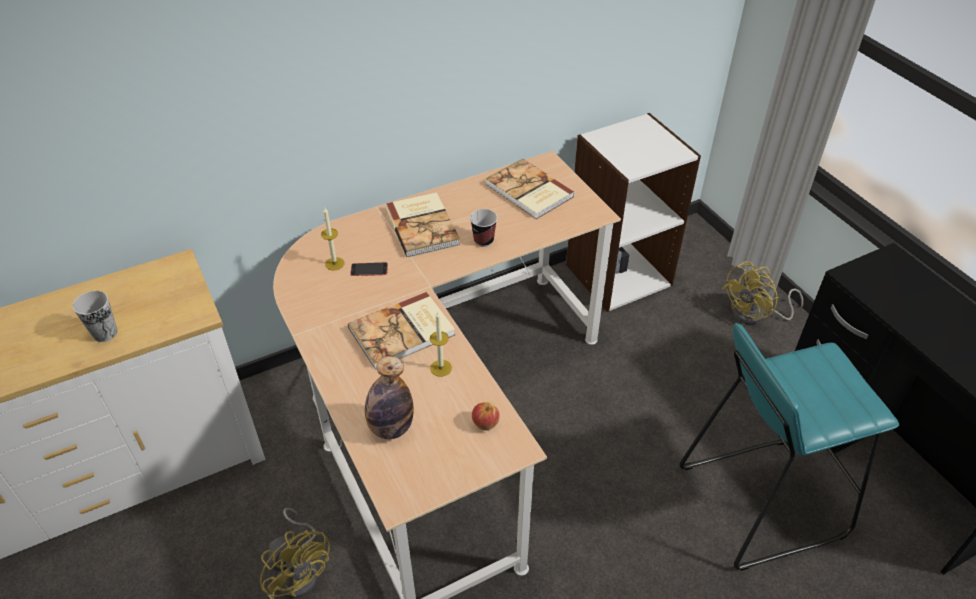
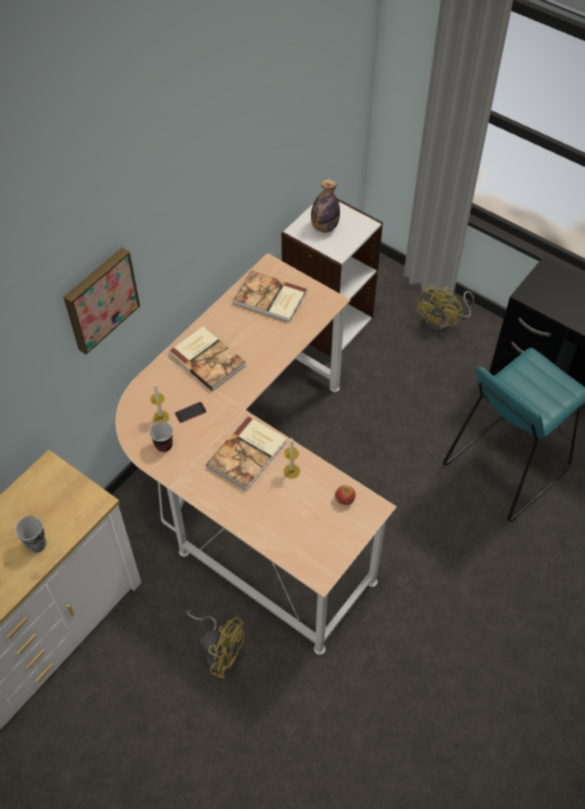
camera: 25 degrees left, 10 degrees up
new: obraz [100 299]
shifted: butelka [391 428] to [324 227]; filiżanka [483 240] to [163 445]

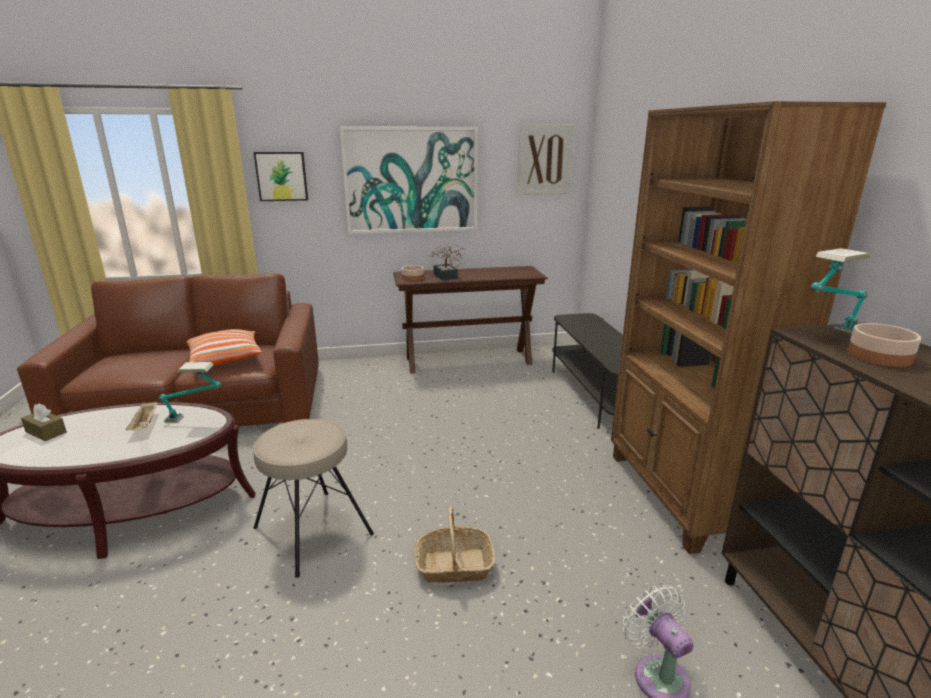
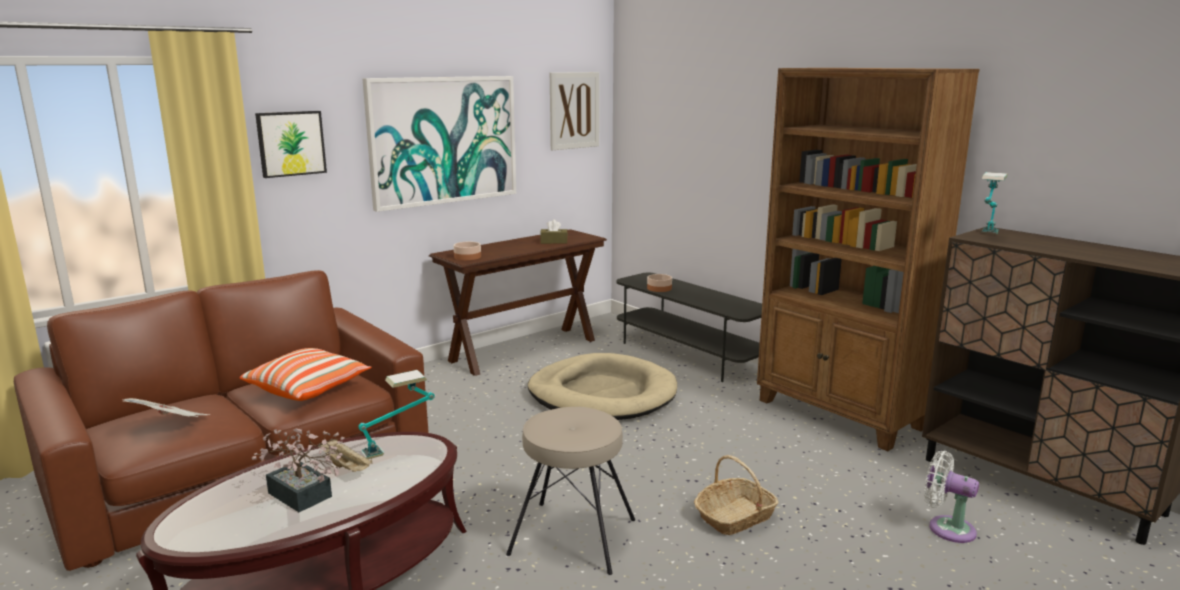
camera: 30 degrees left, 5 degrees down
new: gazeta [170 425]; legowisko [beżowy] [602 394]
shifted: pudełko chusteczek [brązowy] [46 432] to [554 242]; roślina doniczkowa [446 277] to [303 498]; miska [880 356] to [659 288]

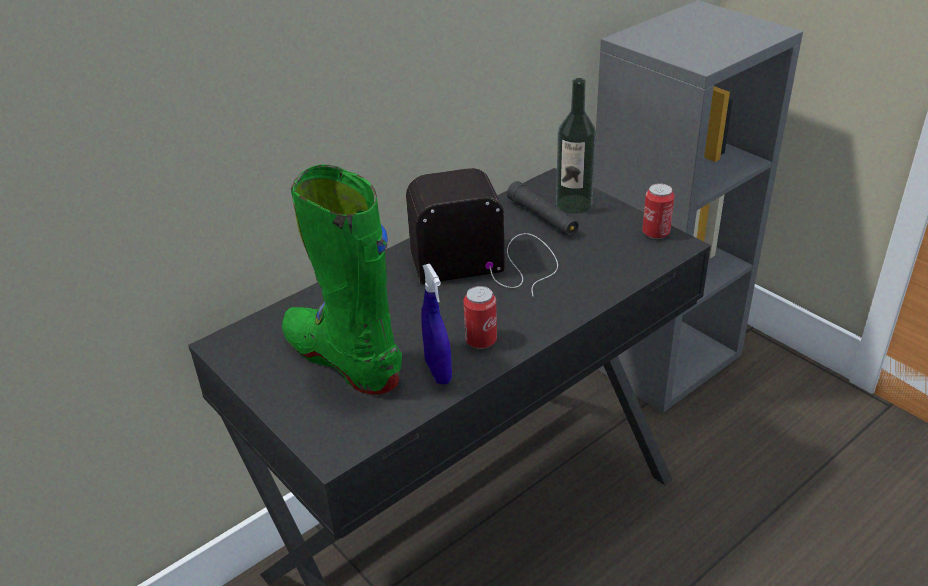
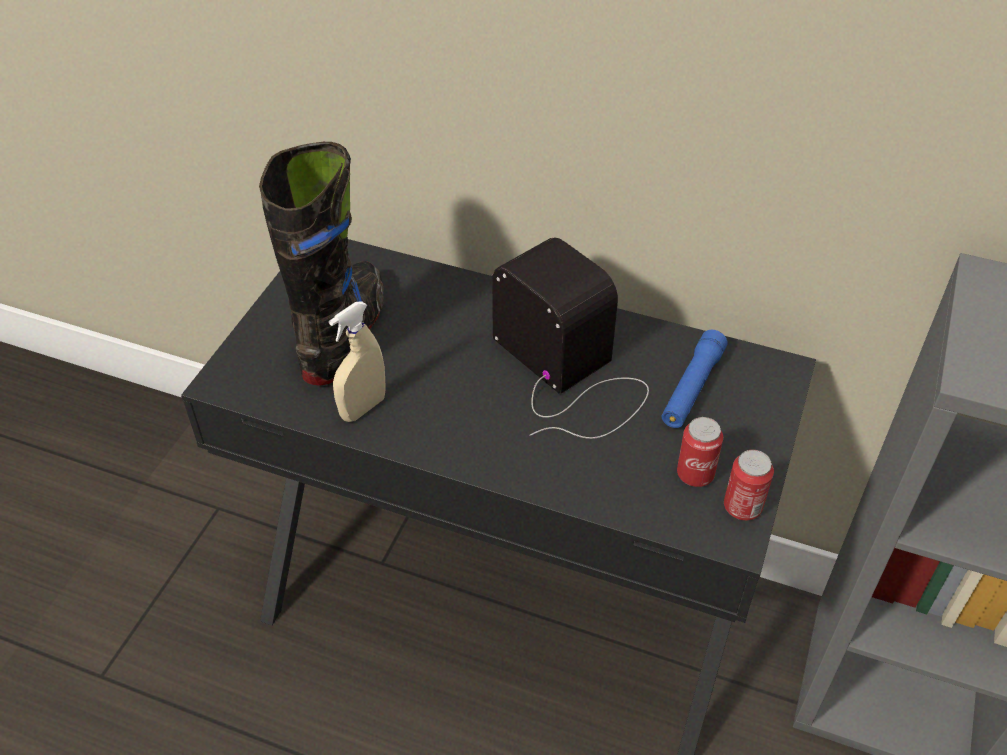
camera: 60 degrees right, 10 degrees up
gone: butelka [574 204]
shifted: puszka [481 340] to [695 474]
repainted: but z cholewką [zielony] [343 360] to but z cholewką [czarny] [344 334]; spryskiwacz [niebieski] [438 371] to spryskiwacz [beżowy] [363 408]; latarka [czarny] [542 217] to latarka [niebieski] [692 388]

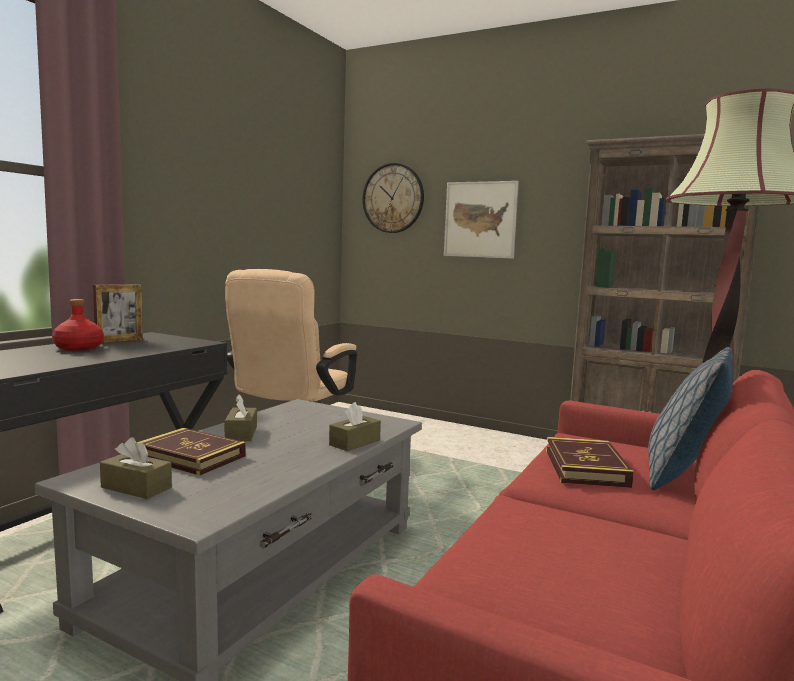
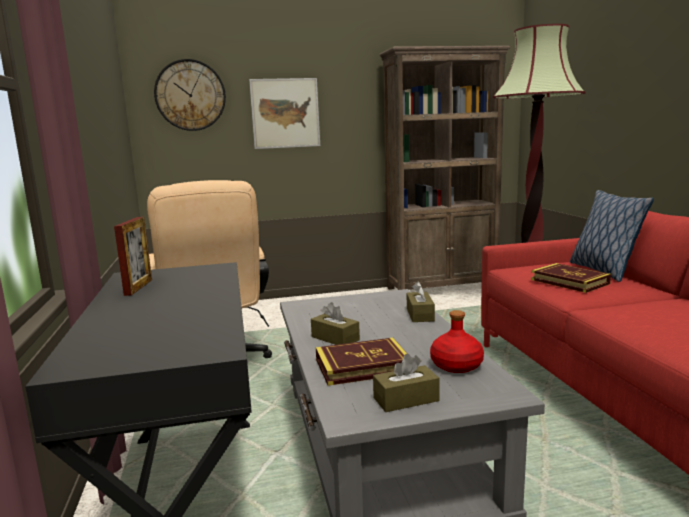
camera: 40 degrees left, 5 degrees up
shifted: butelka [czerwony] [78 348] to [456 365]

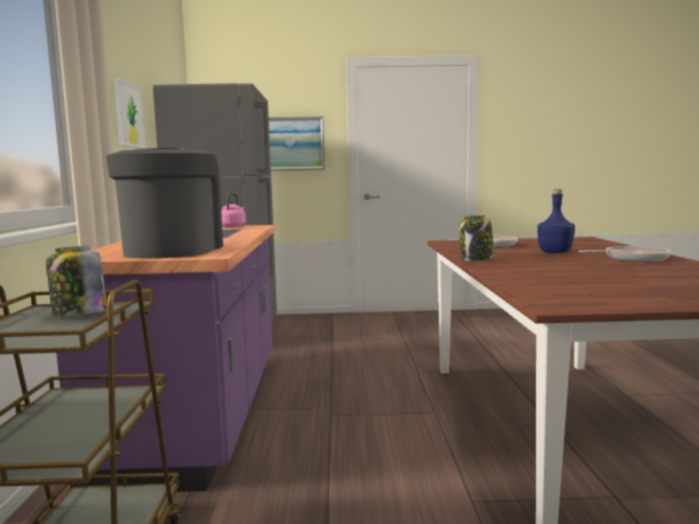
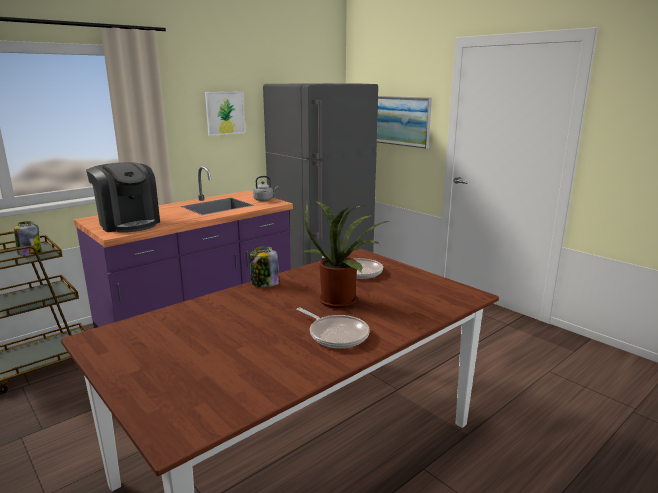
camera: 50 degrees right, 10 degrees up
swapped: butelka [niebieski] [556 252] to roślina doniczkowa [342 300]
repainted: czajnik [różowy] [233 227] to czajnik [szary] [264 200]
rotated: ekspres do kawy [172 251] = [128 223] 90 degrees clockwise

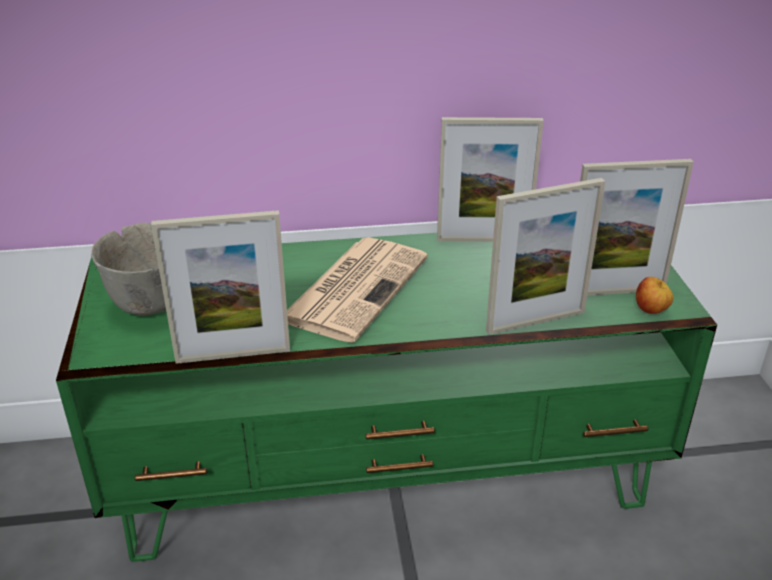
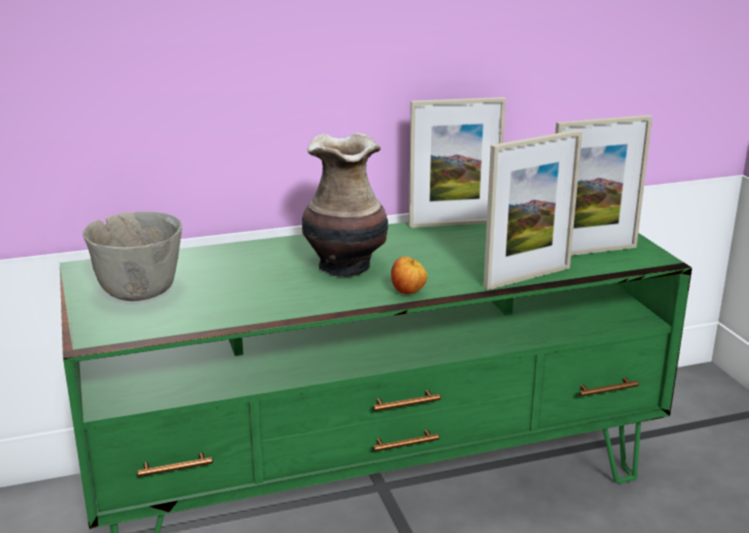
camera: 10 degrees left, 10 degrees down
gone: ramka na zdjęcie [233 355]
shifted: jabłko [651 311] to [408 292]
swapped: gazeta [355 287] to wazon [344 266]

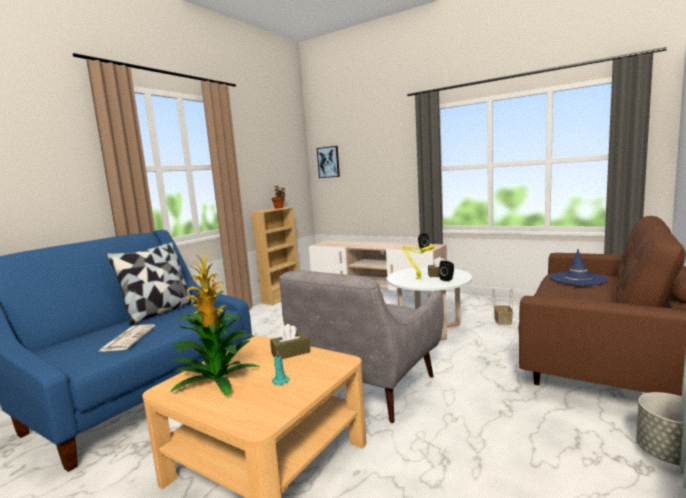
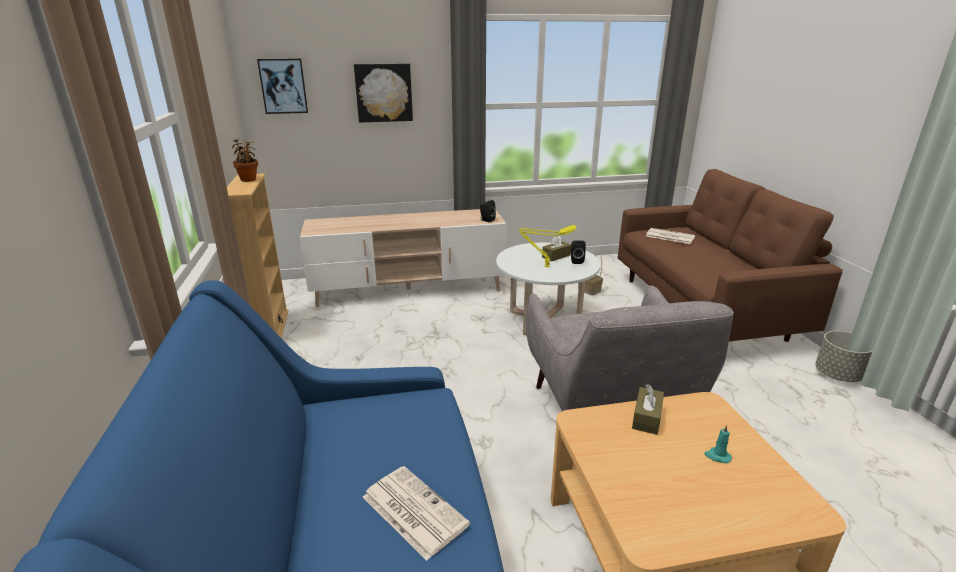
camera: 45 degrees left, 15 degrees up
gone: poduszka [159 312]; roślina doniczkowa [217 378]
new: obraz [383 92]
swapped: kapelusz [niebieski] [578 279] to gazeta [669 236]

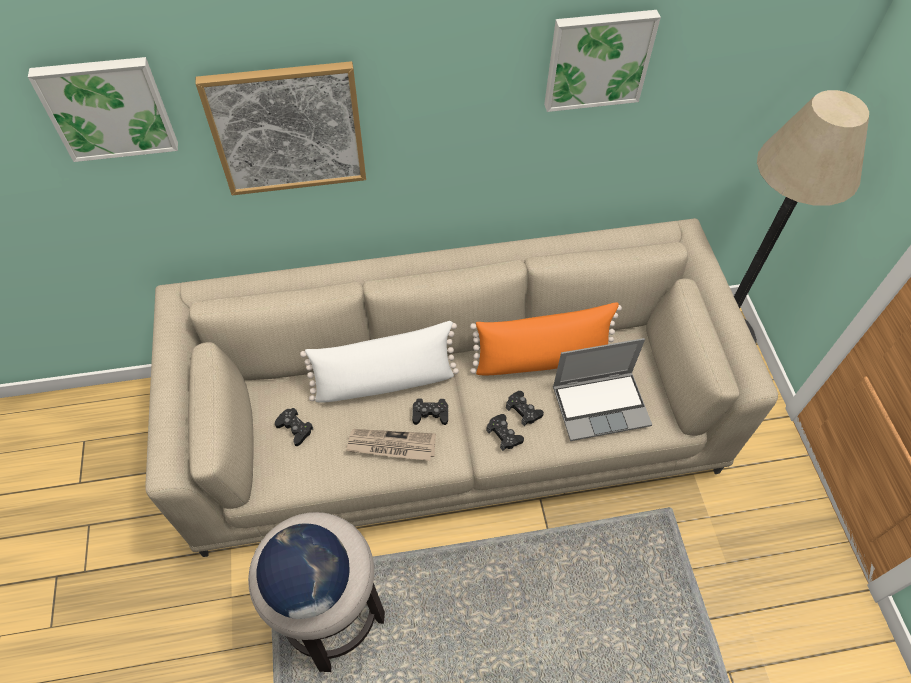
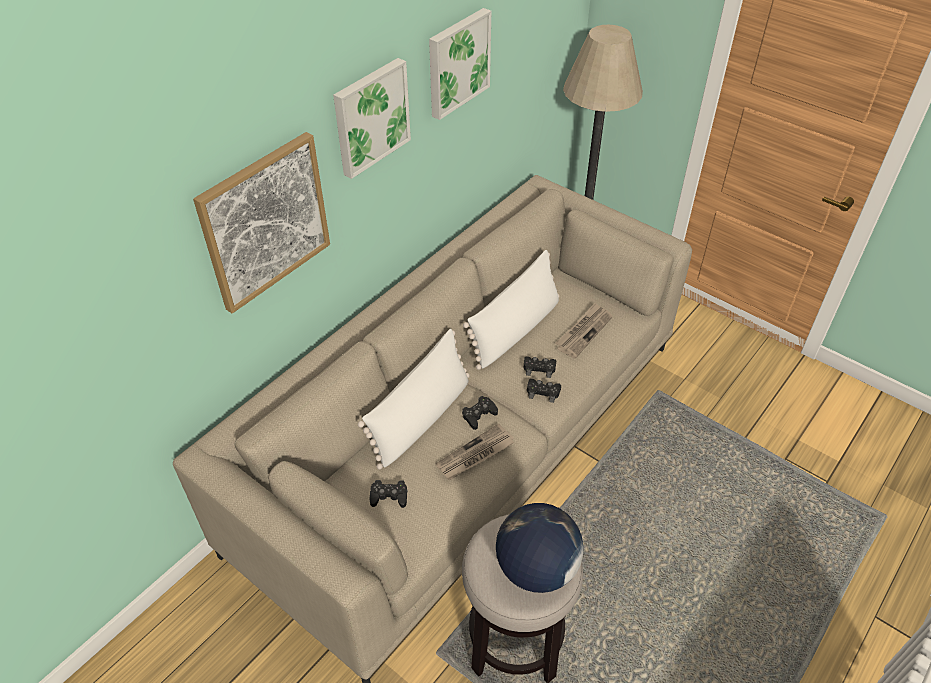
camera: 40 degrees left, 10 degrees down
shifted: obraz [108 107] to [370 116]
swapped: laptop [601 405] to gazeta [583 331]
repainted: poduszka [pomarańczowy] [542 359] to poduszka [biały] [515 329]

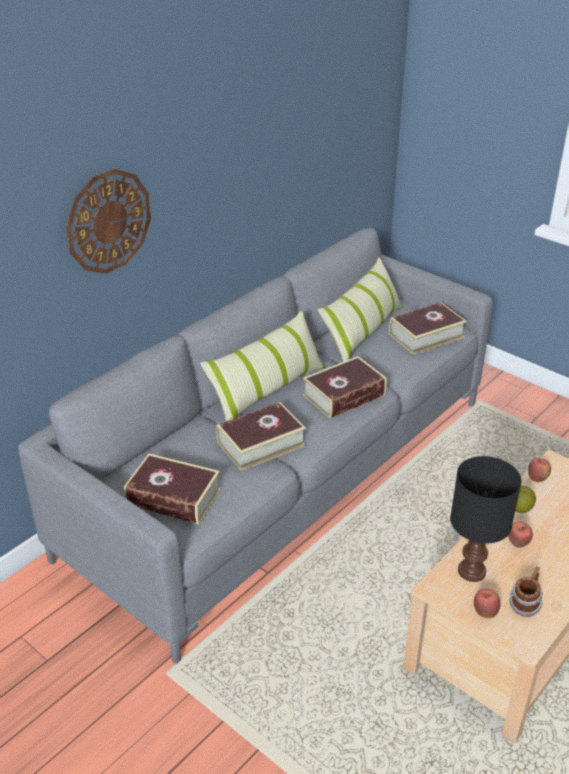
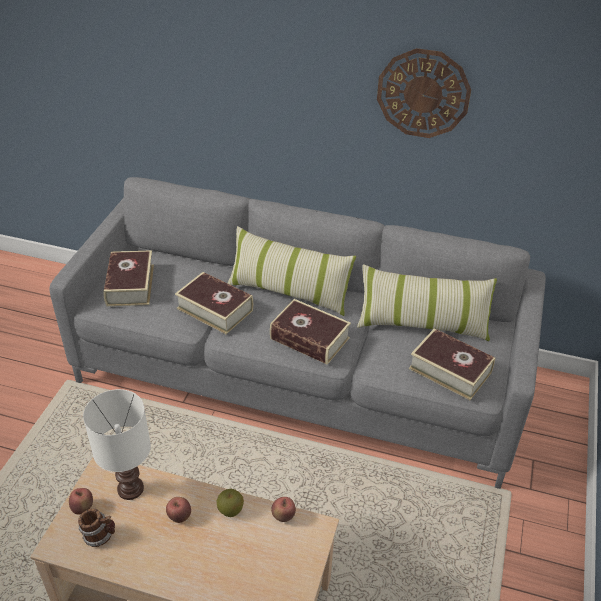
camera: 65 degrees right, 5 degrees up
shifted: zegar ścienny [108 221] to [423 93]
repainted: lampa stołowa [czarny] [472 572] to lampa stołowa [biały] [129 489]

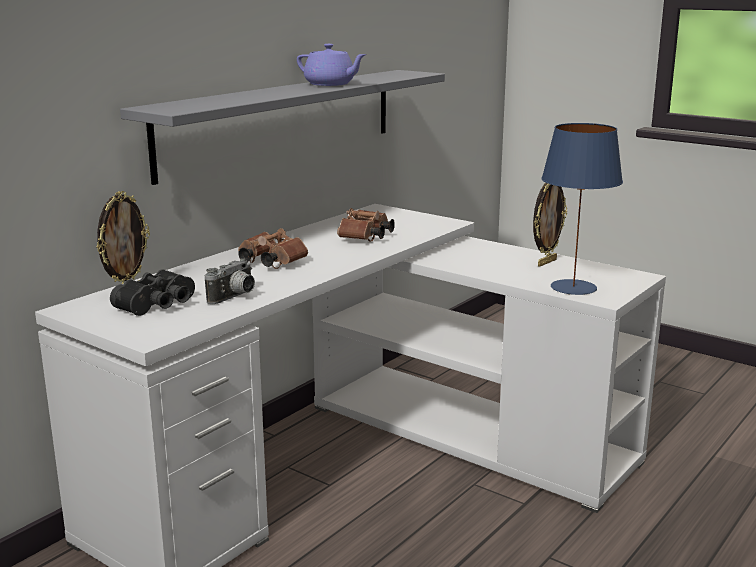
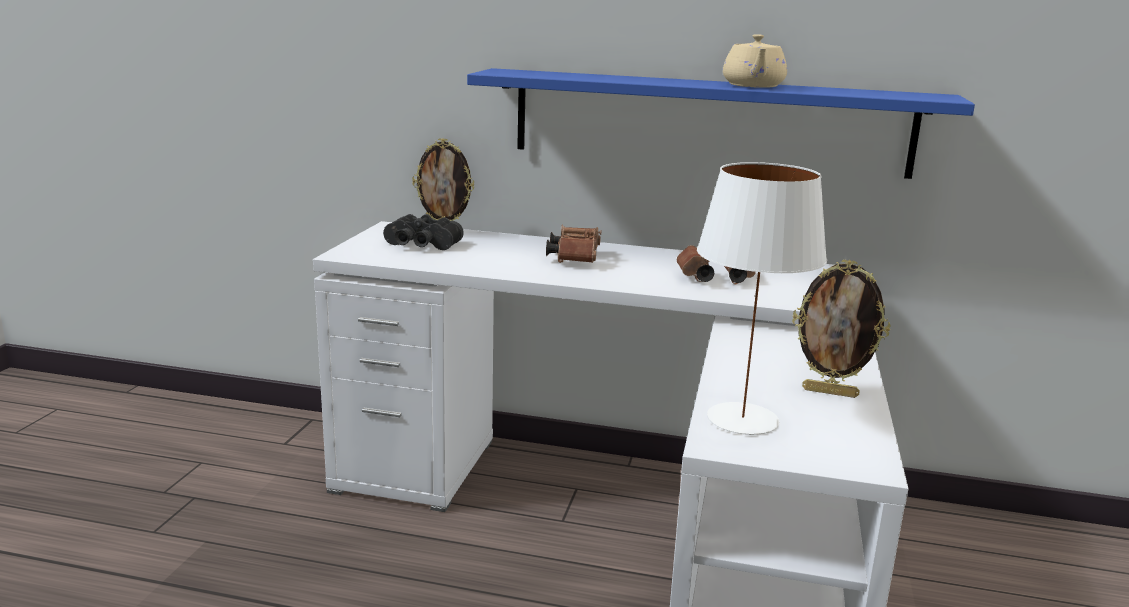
camera: 65 degrees right, 0 degrees up
gone: aparat fotograficzny [235 297]
repainted: półka [szary] [282 121] to półka [niebieski] [709 122]; imbryk [fioletowy] [330 84] to imbryk [beżowy] [753 86]; lampa stołowa [niebieski] [572 287] to lampa stołowa [biały] [742 418]

